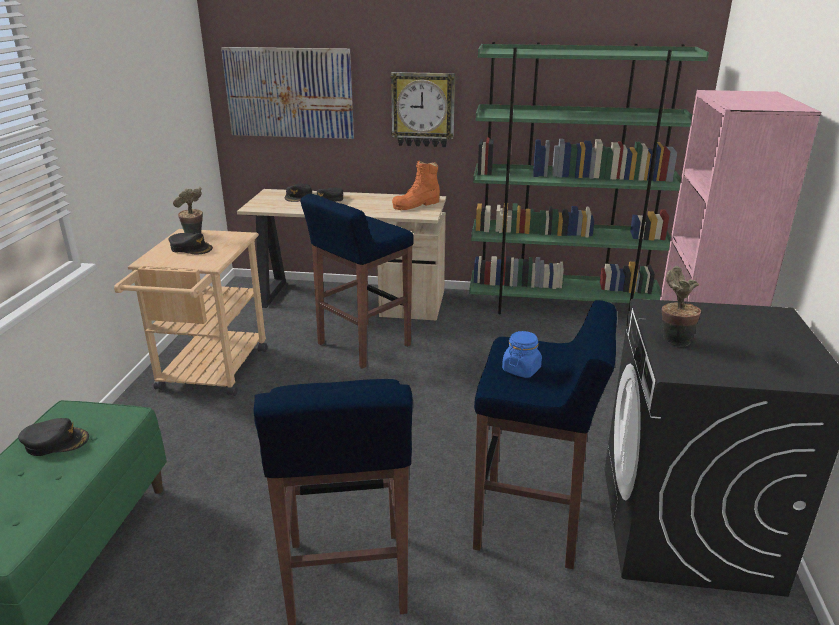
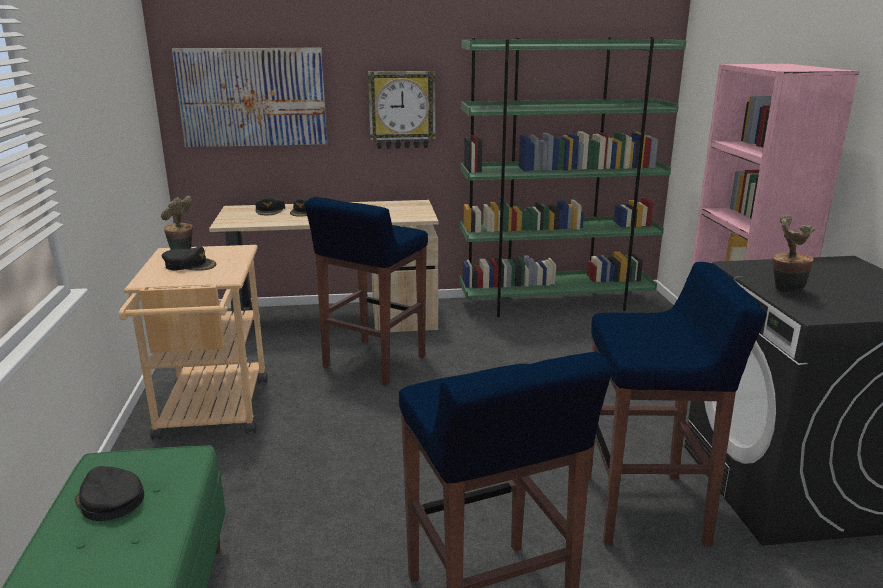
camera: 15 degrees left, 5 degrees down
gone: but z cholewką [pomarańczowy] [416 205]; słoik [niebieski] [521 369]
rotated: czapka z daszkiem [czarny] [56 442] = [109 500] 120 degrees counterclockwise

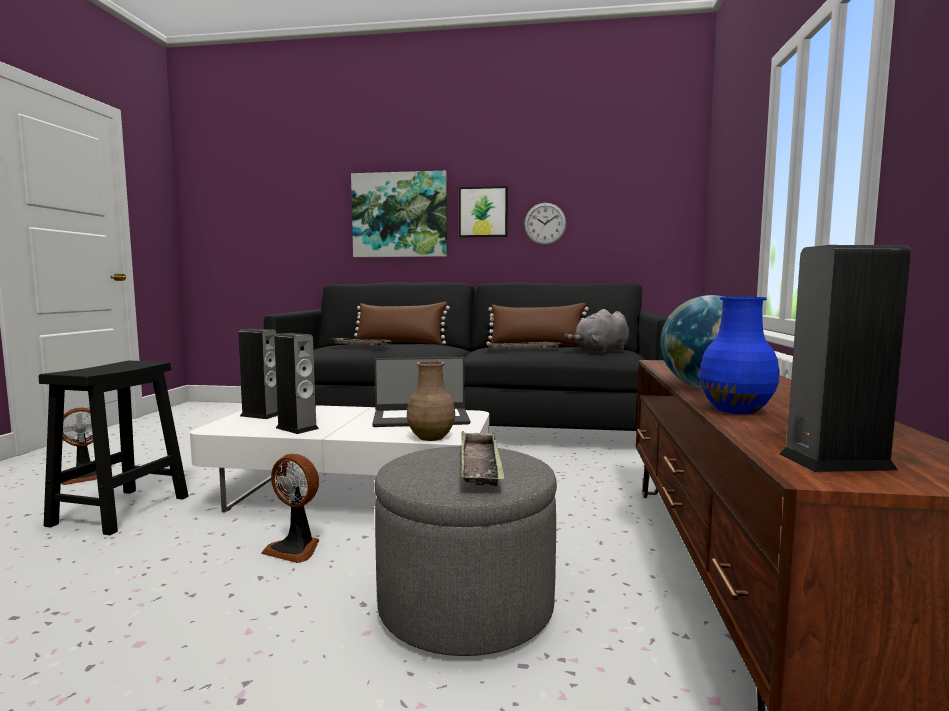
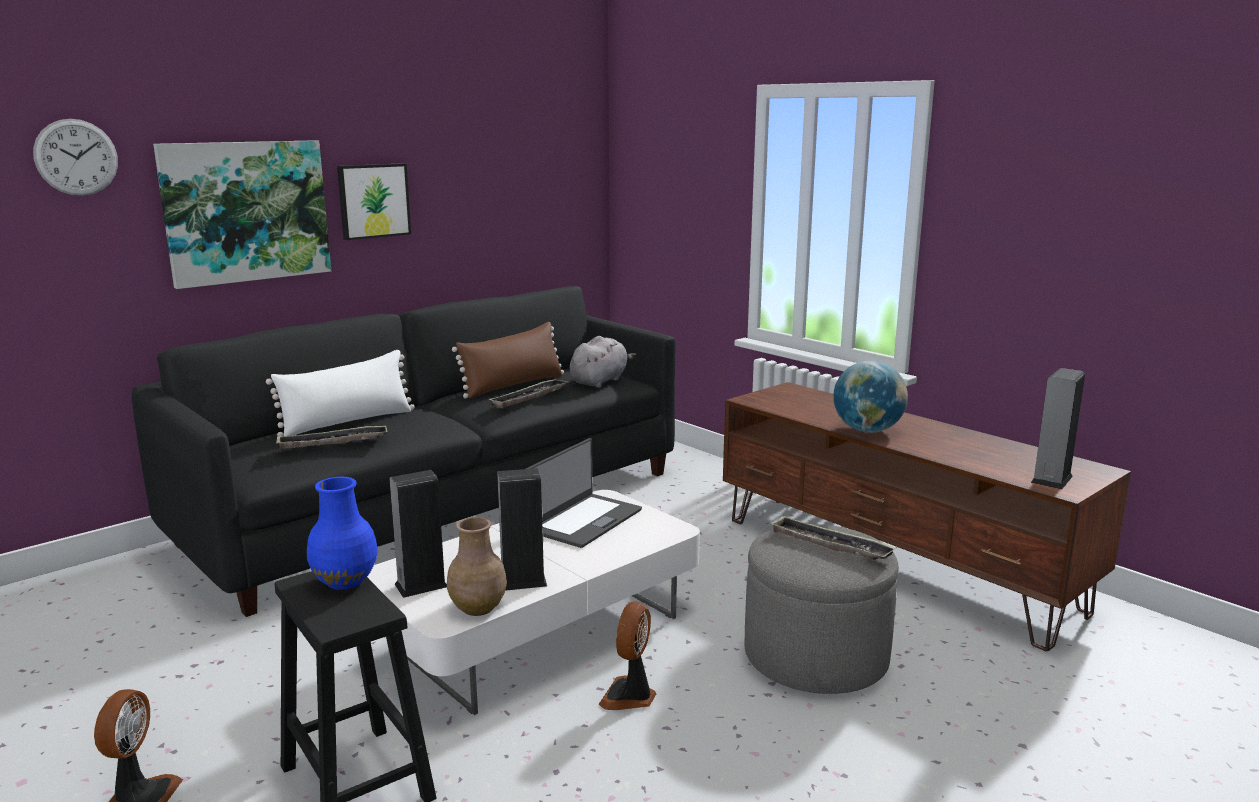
camera: 50 degrees left, 10 degrees up
shifted: wazon [brązowy] [431 437] to [479 608]; zegar ścienny [545 224] to [76 157]; wazon [niebieski] [737 410] to [346 581]
repainted: poduszka [brązowy] [400 343] to poduszka [biały] [347 422]
rotated: wentylator [295 549] = [630 696] 135 degrees clockwise; pluszak [szary] [600 351] = [600 381] 150 degrees counterclockwise

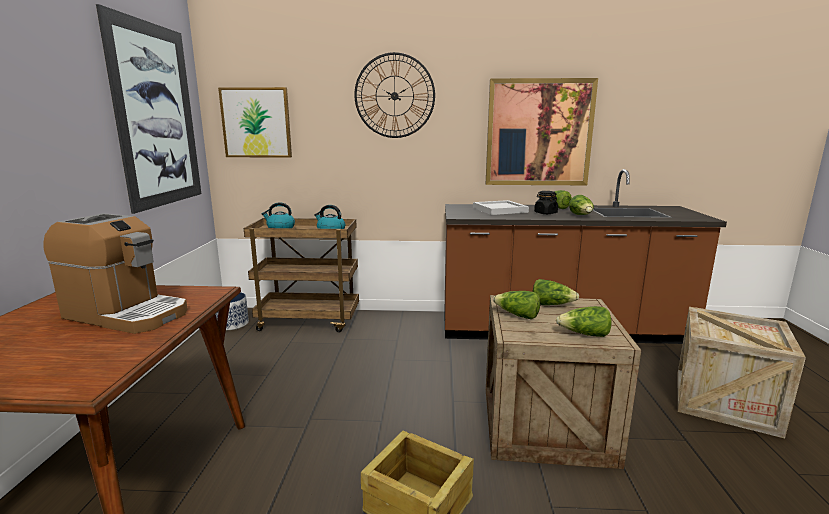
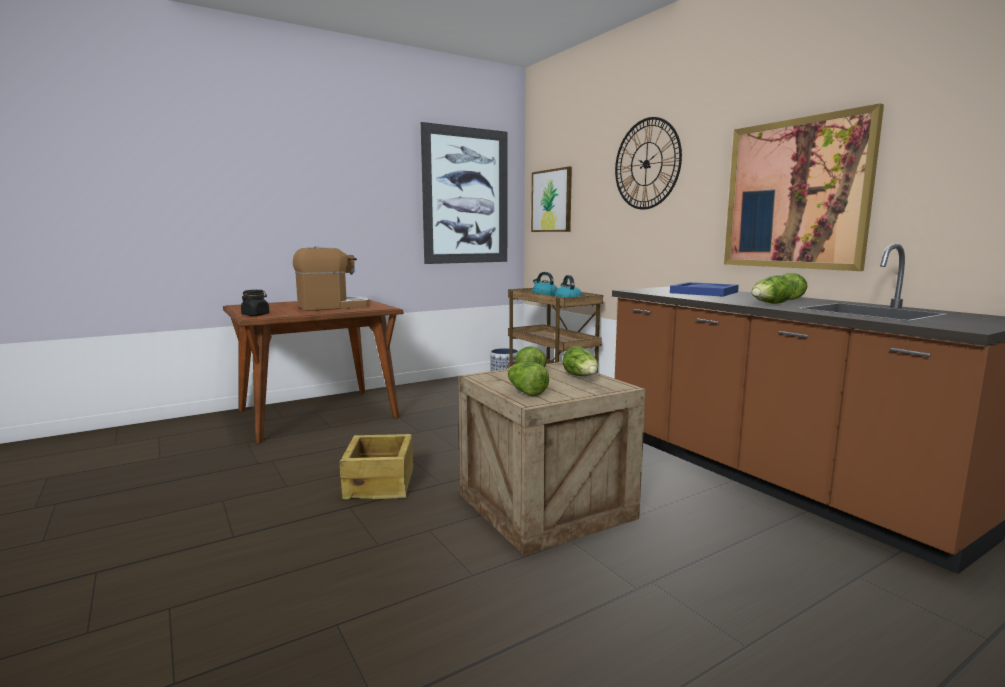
camera: 55 degrees right, 5 degrees down
gone: skrzynka [725 401]
shifted: słoik [czarny] [545 213] to [255 315]
repainted: taca [biały] [499 210] to taca [niebieski] [703 292]
rotated: ekspres do kawy [127 314] = [332 307] 105 degrees counterclockwise

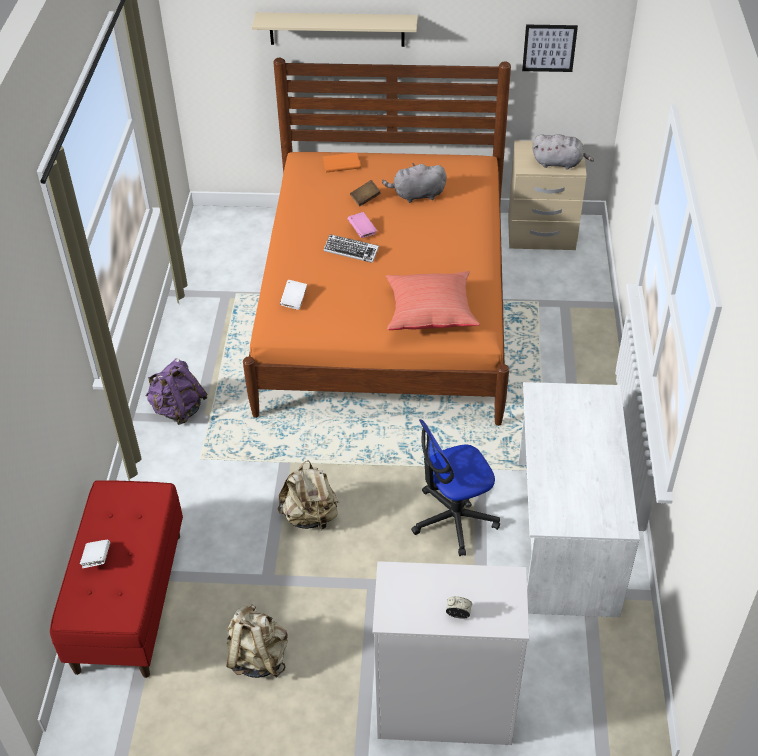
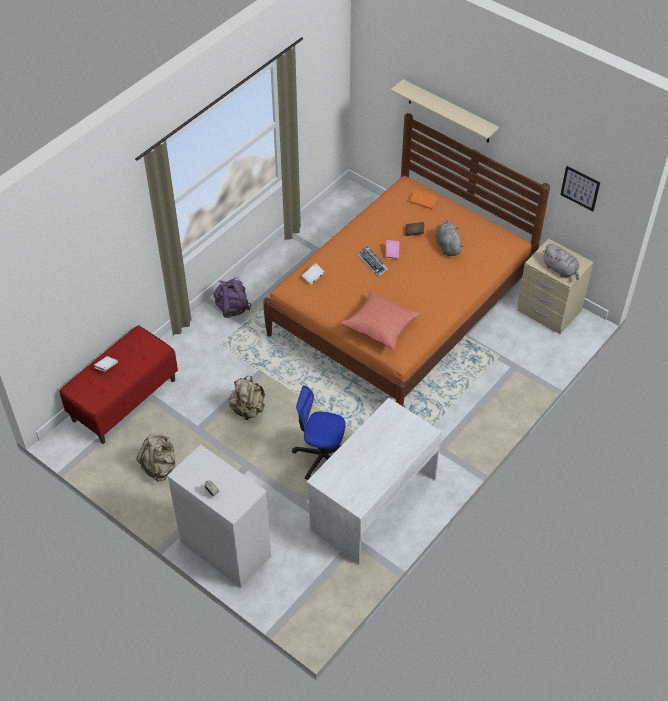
camera: 35 degrees right, 5 degrees up
rotated: pluszak [szary] [416 195] = [447 246] 45 degrees clockwise

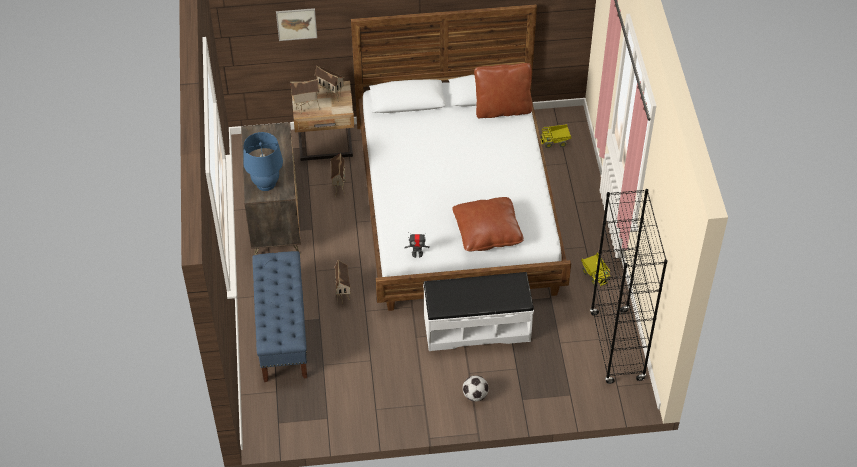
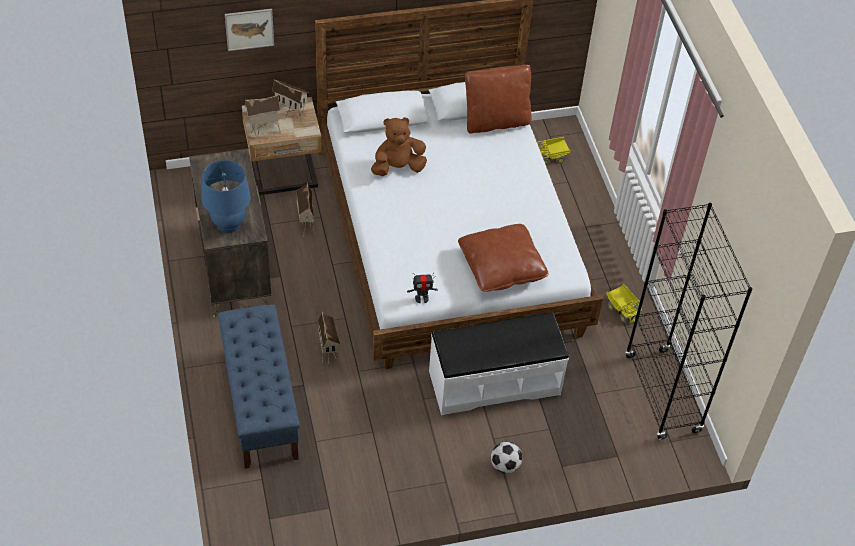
camera: 10 degrees left, 0 degrees up
new: pluszak [brązowy] [398 167]

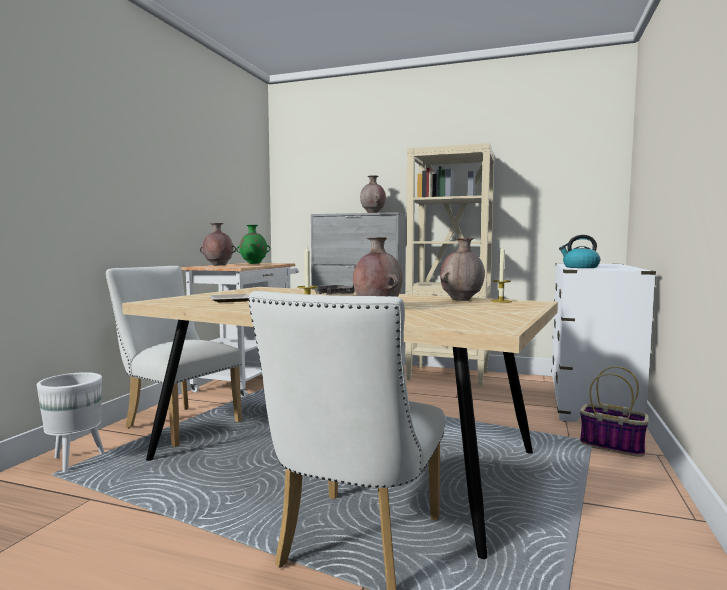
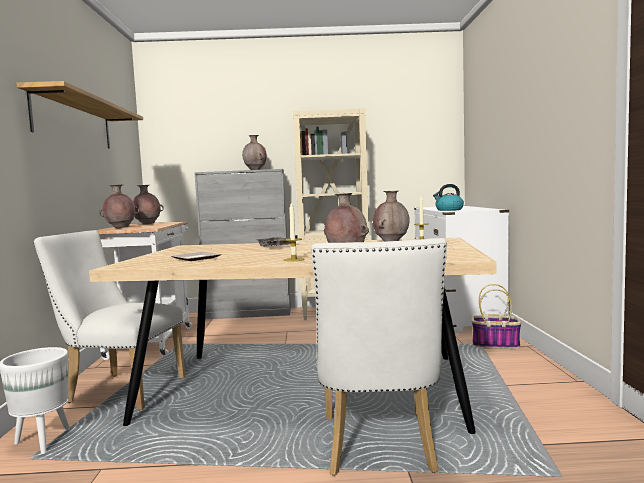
camera: 20 degrees left, 0 degrees up
new: półka [74 122]
repainted: wazon [zielony] [253 263] to wazon [brązowy] [147 224]

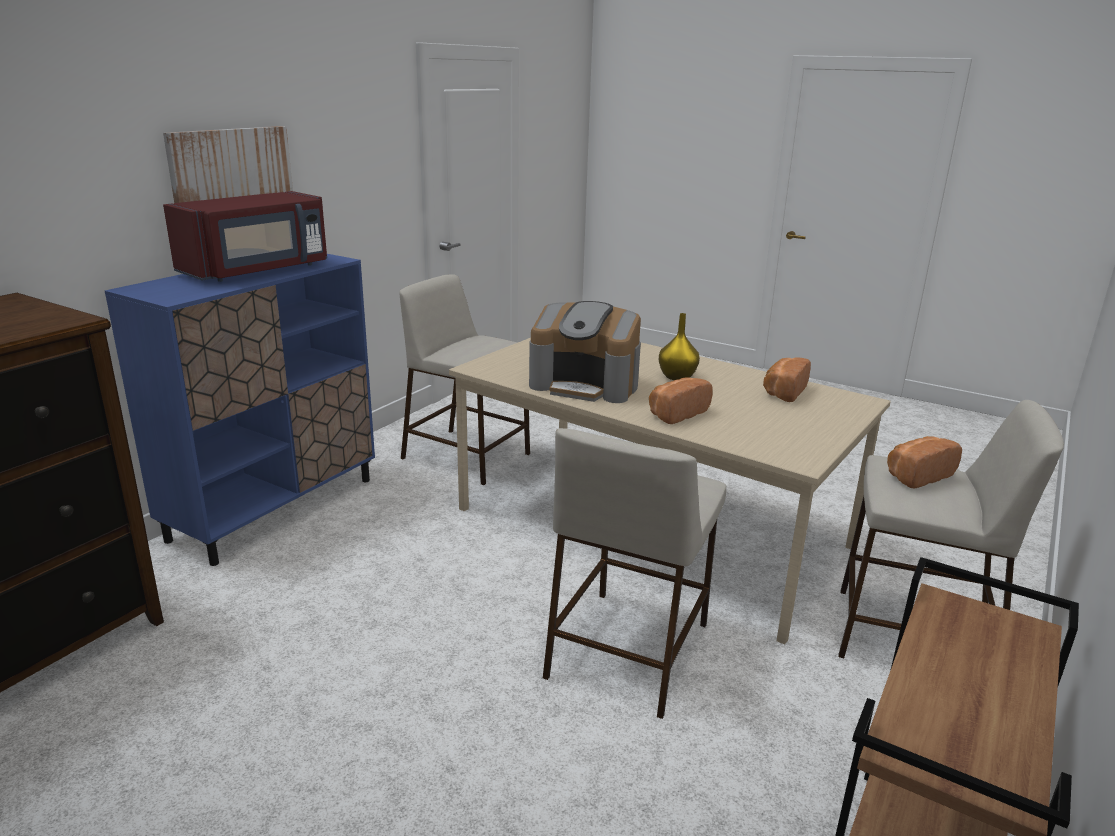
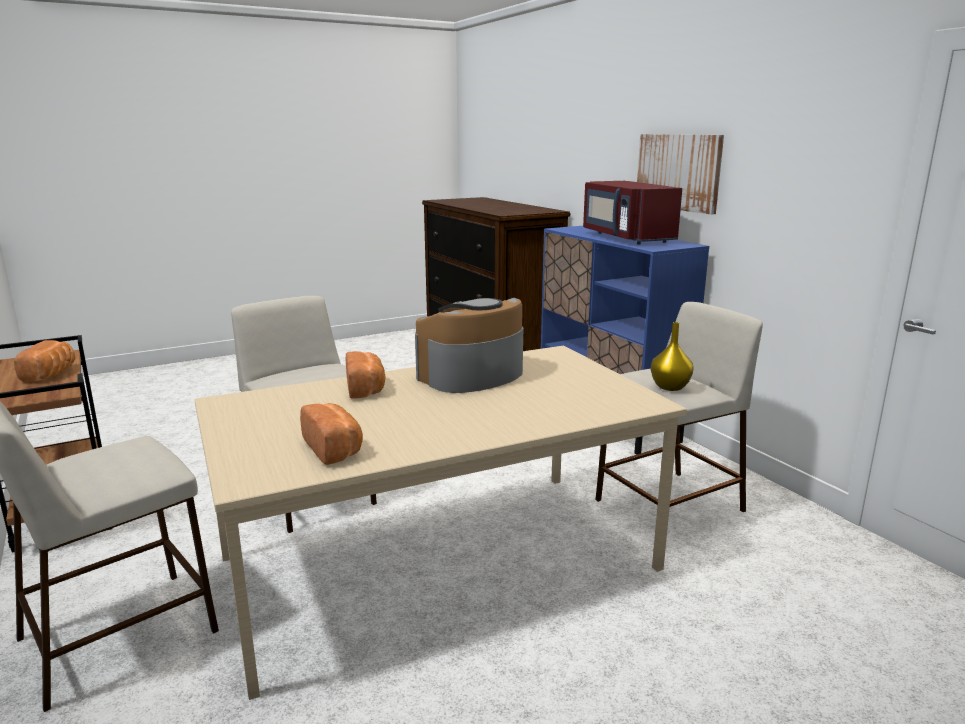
camera: 120 degrees right, 5 degrees down
shifted: wazon [żółty] [678 377] to [670 387]; chleb [916 475] to [51 374]

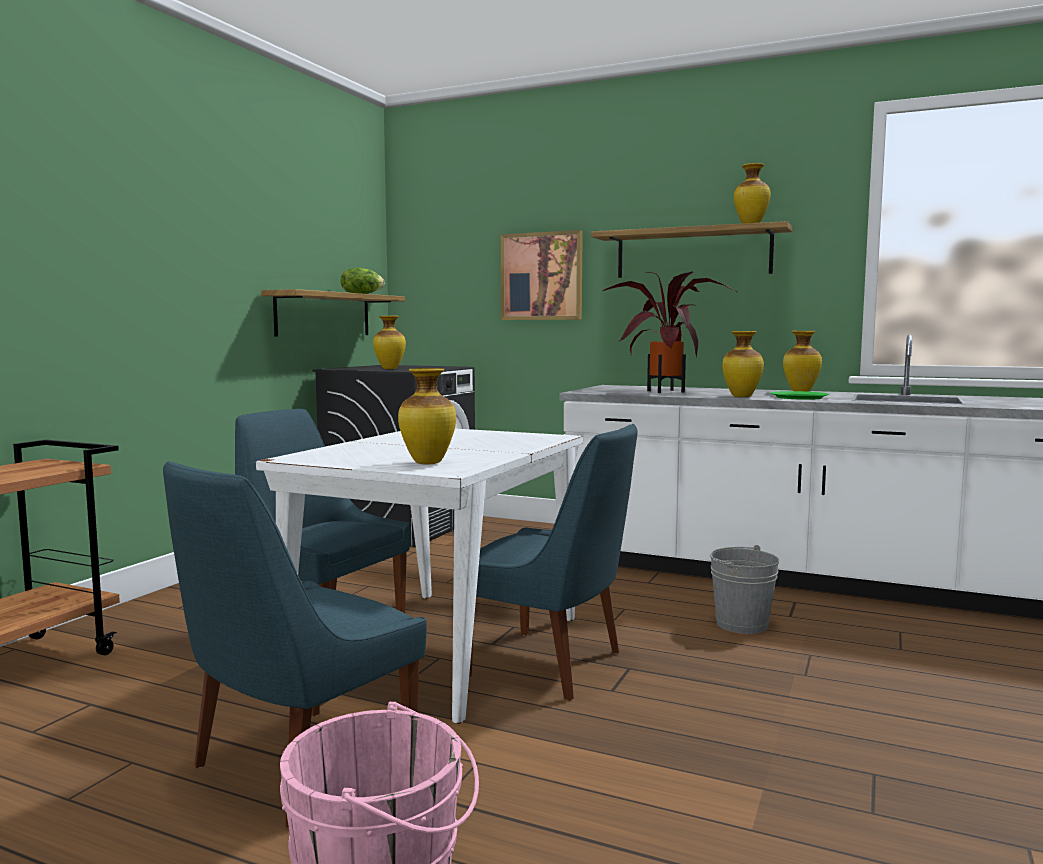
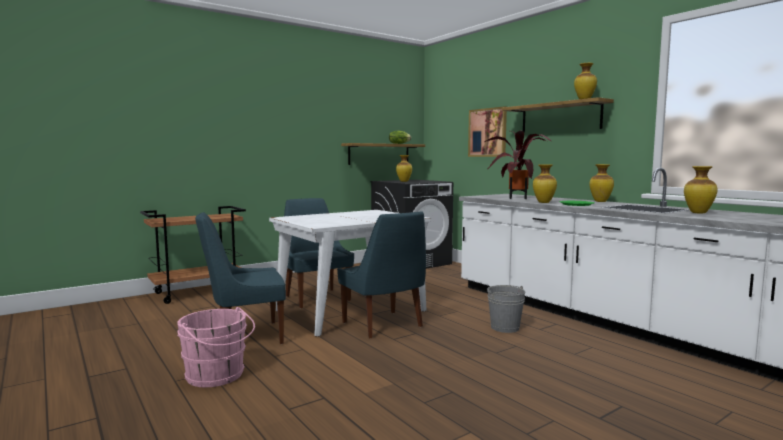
camera: 30 degrees right, 0 degrees up
shifted: wazon [427 463] to [698 213]

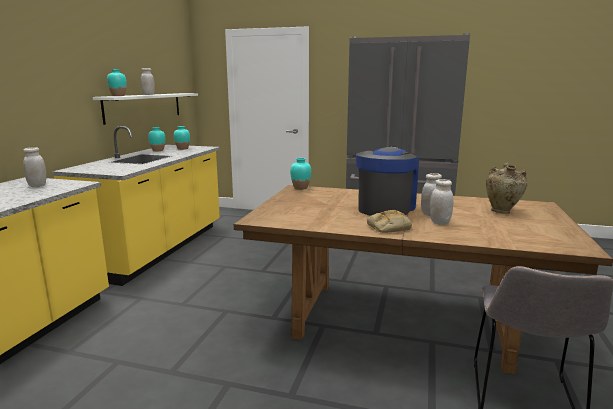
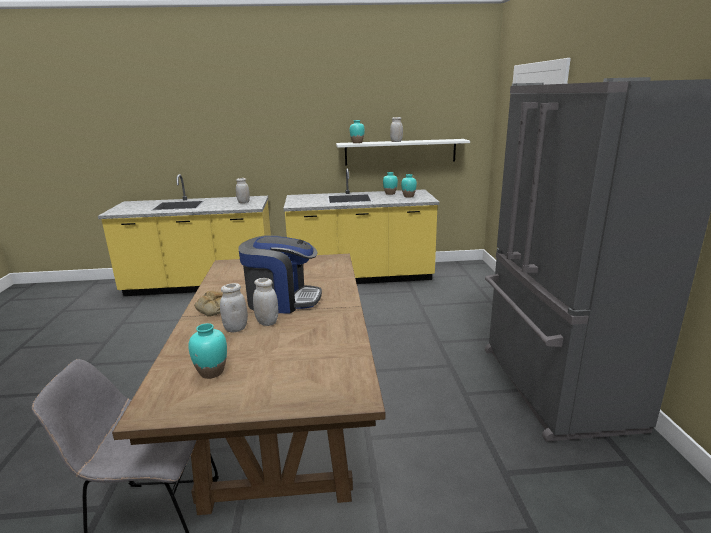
camera: 70 degrees right, 5 degrees up
gone: wazon [beżowy] [502 211]
shifted: wazon [turkusowy] [300 188] to [211 372]

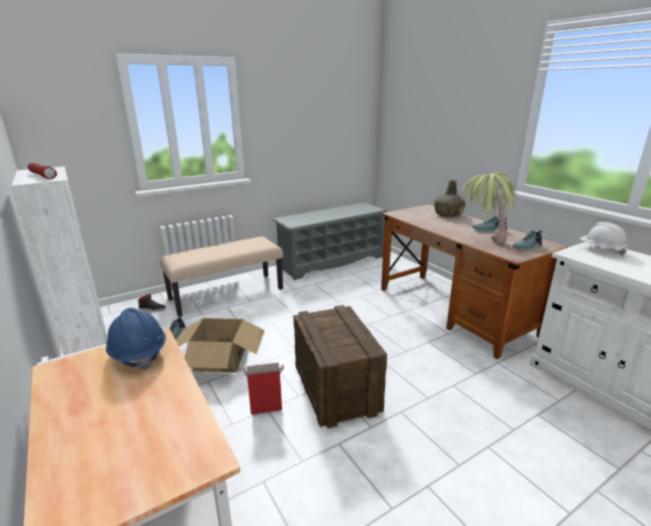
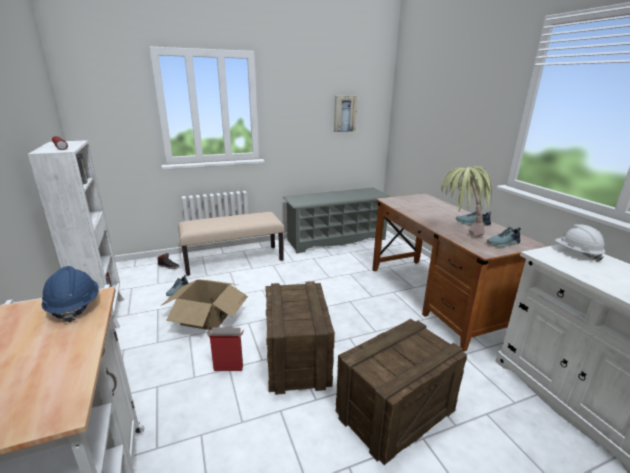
camera: 10 degrees right, 0 degrees up
gone: butelka [zielony] [448 214]
new: obraz [344 113]; skrzynka [395 411]

